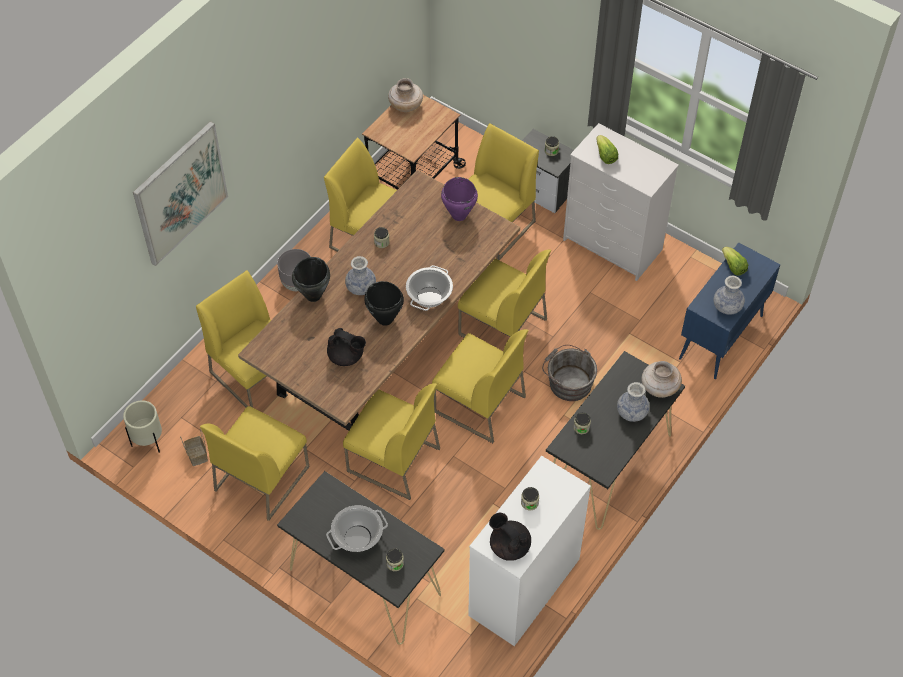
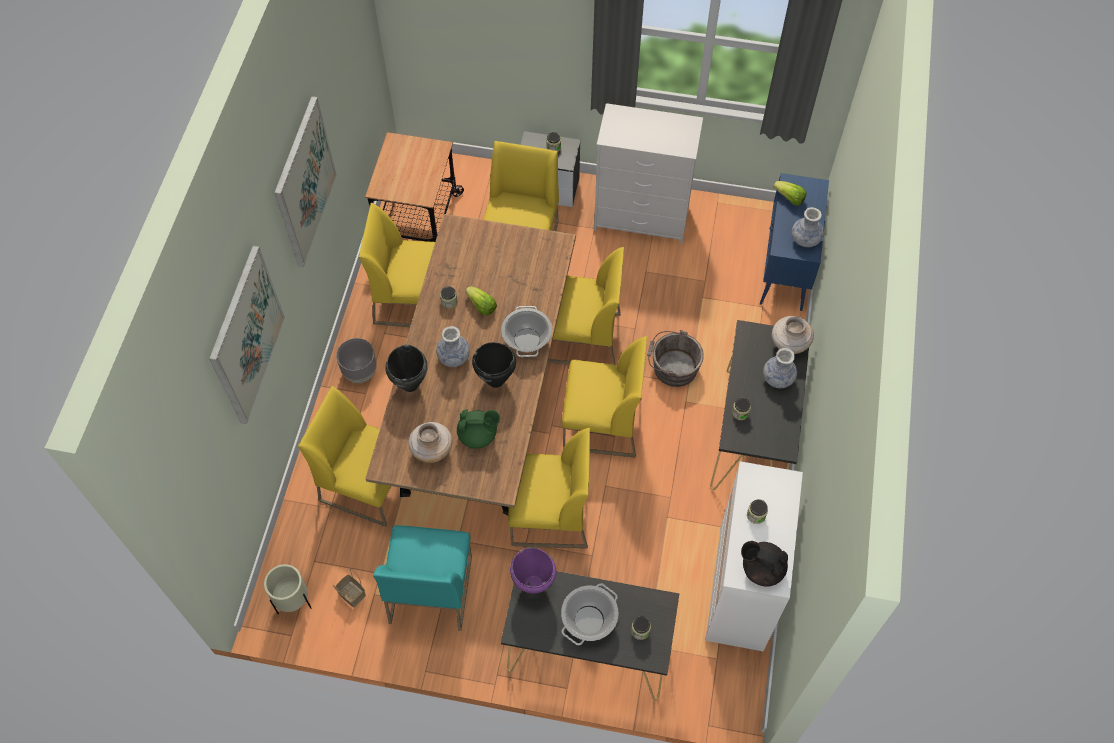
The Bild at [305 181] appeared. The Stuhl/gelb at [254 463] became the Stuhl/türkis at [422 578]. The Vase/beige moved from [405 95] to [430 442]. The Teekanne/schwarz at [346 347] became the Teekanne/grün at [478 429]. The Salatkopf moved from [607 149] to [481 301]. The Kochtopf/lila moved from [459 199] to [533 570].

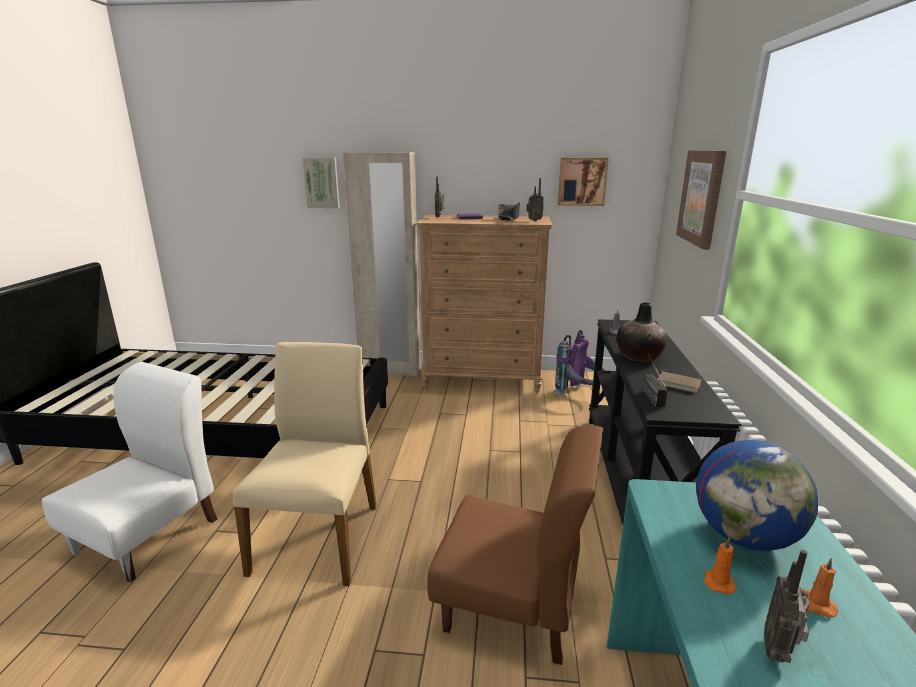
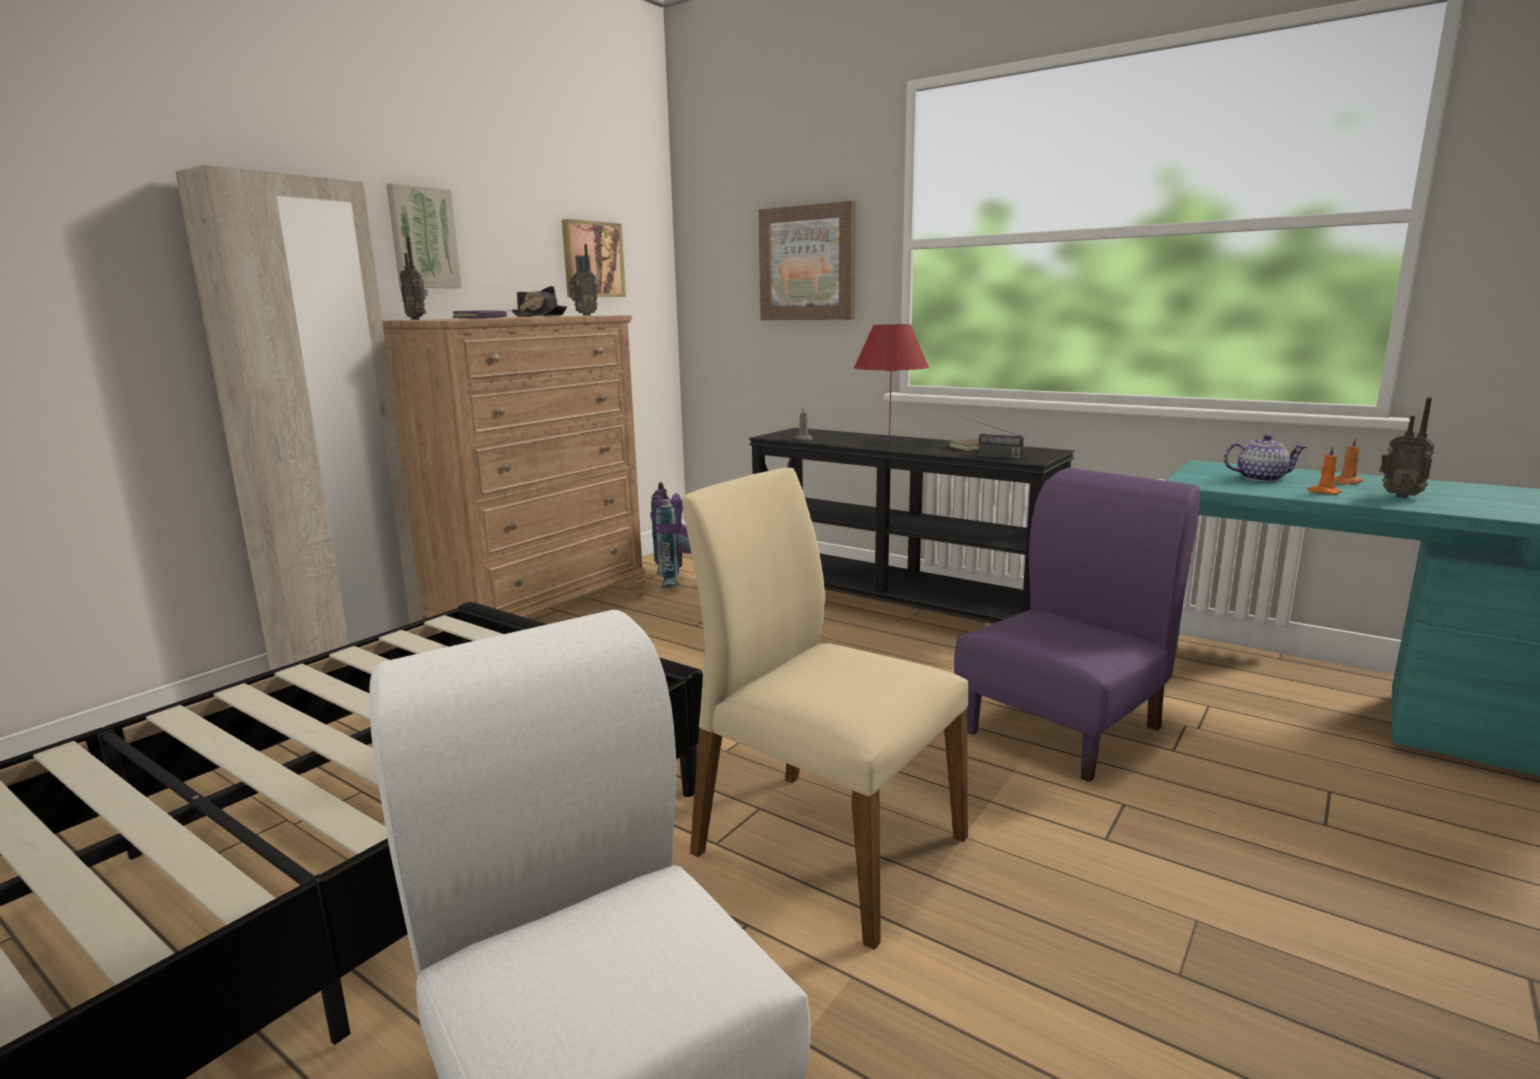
The Bild moved from [321 183] to [424 235]. The Vase at [642 332] was replaced by the Tischlampe/rot at [891 384]. The Stuhl/braun at [515 545] became the Stuhl/lila at [1077 625]. The Globus at [757 495] was replaced by the Teekanne at [1265 458].

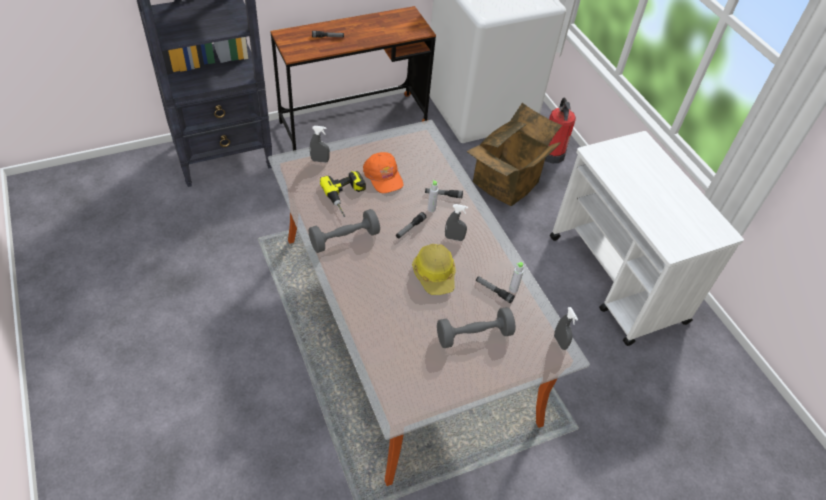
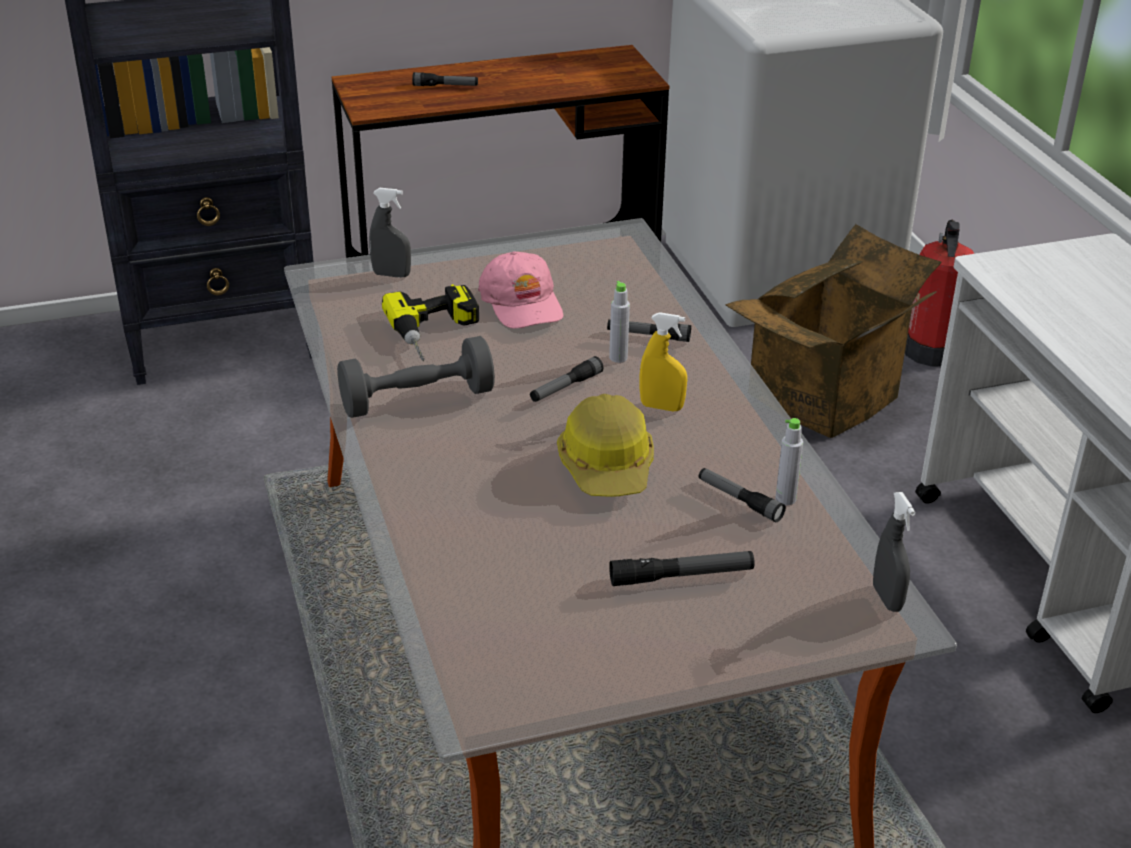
The Kappe/orange at [383 172] became the Kappe/rosa at [520 290]. The Hantel/grau at [476 327] was replaced by the Taschenlampe at [682 568]. The Sprühflasche/grau at [456 222] became the Sprühflasche/gelb at [663 361].

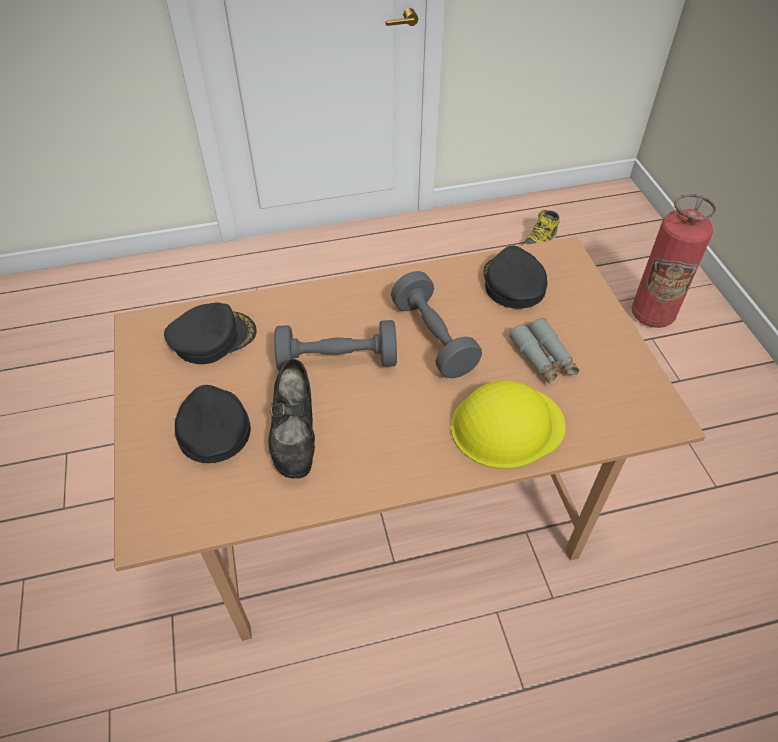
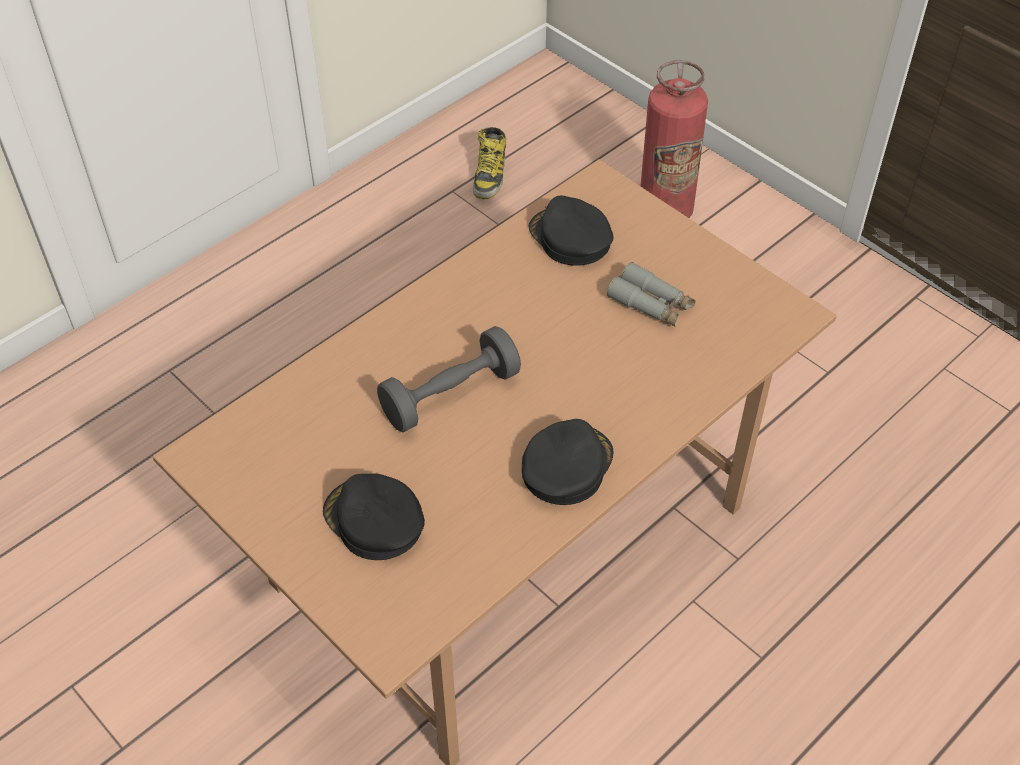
The Kappe/schwarz moved from [210 333] to [568 462]. The Schuh/schwarz at [291 419] disappeared. The Hantel/grau at [436 324] disappeared. The Schutzhelm/gelb at [508 424] disappeared.

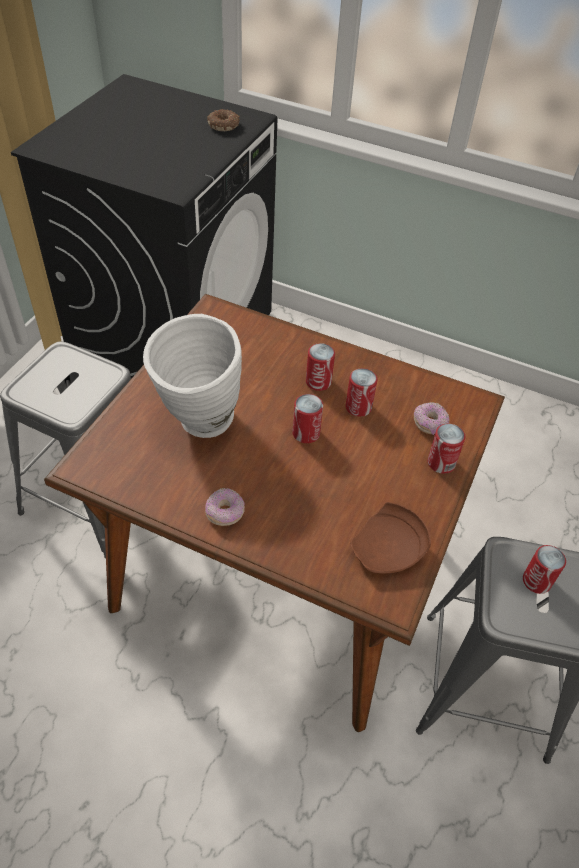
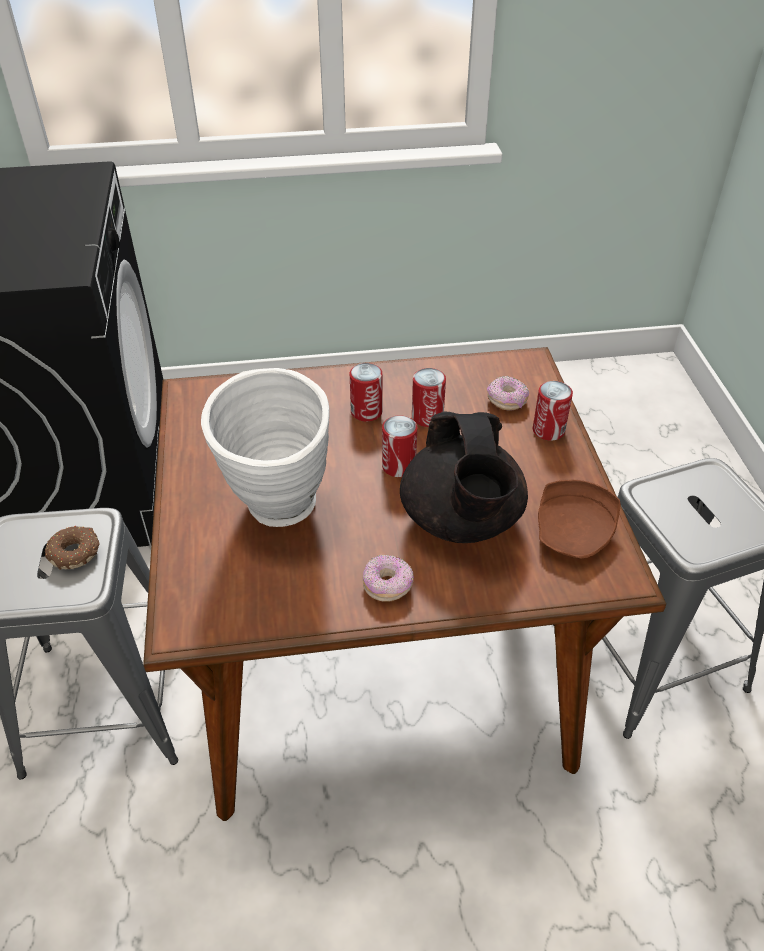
The Donut moved from [223 120] to [72 548]. The Teekanne/schwarz at [464 477] appeared. The Dose at [544 569] disappeared.

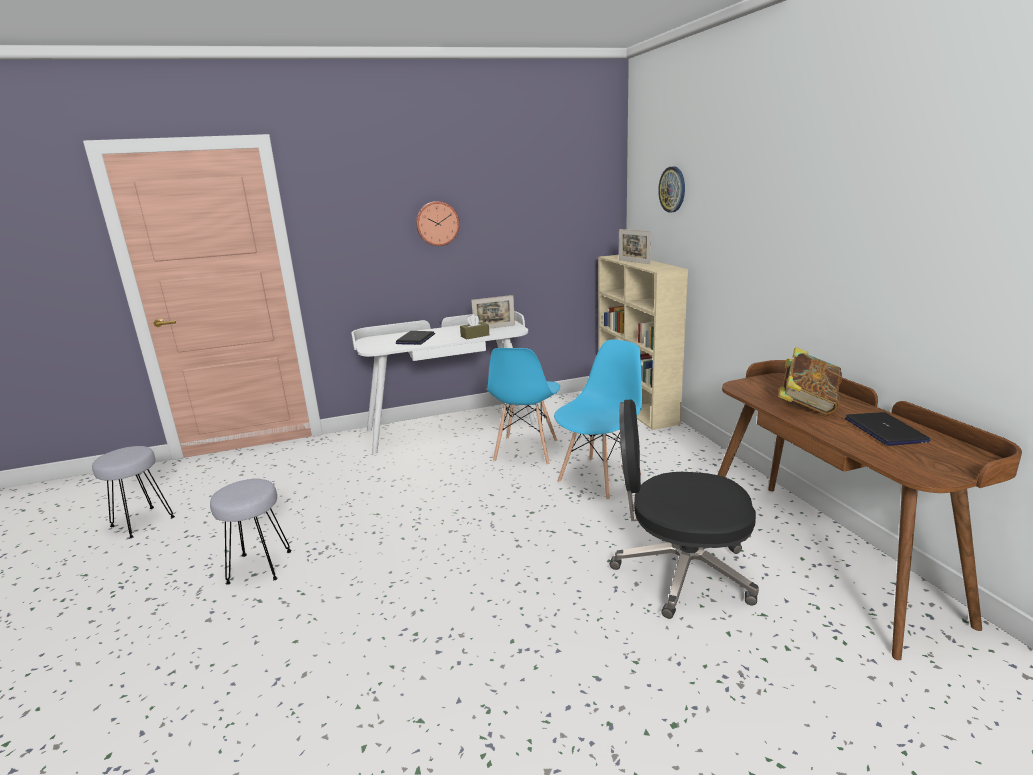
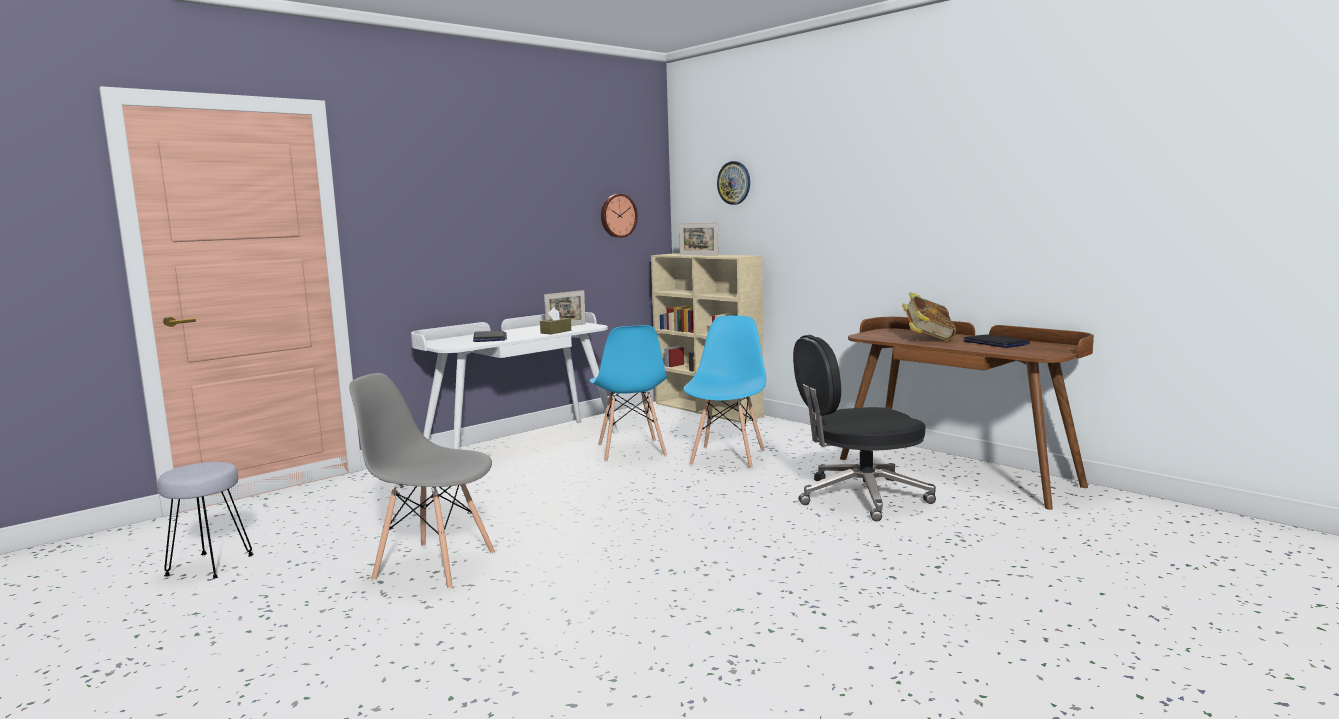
The Hocker/grau at [251 532] was replaced by the Stuhl/grau at [422 481]. The Wanduhr moved from [438 223] to [619 216].

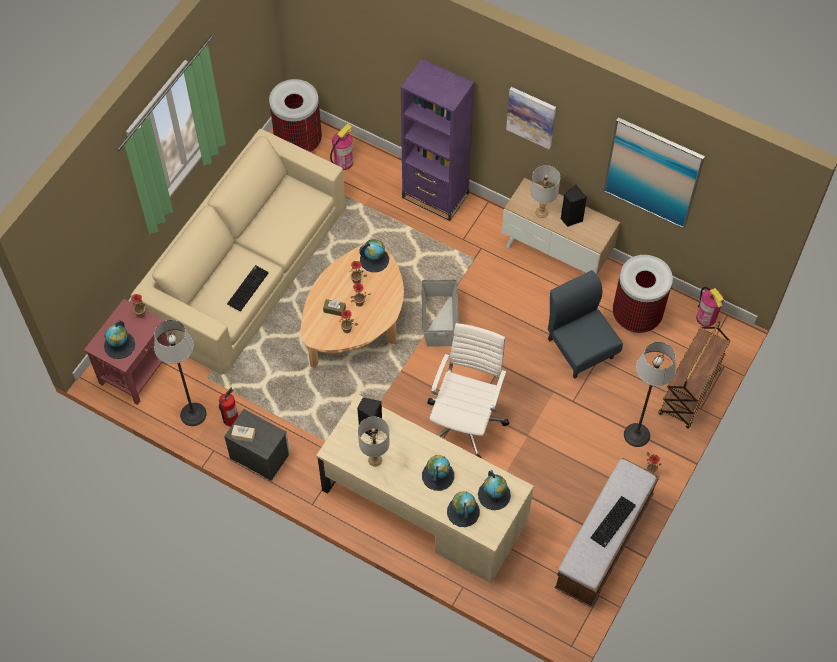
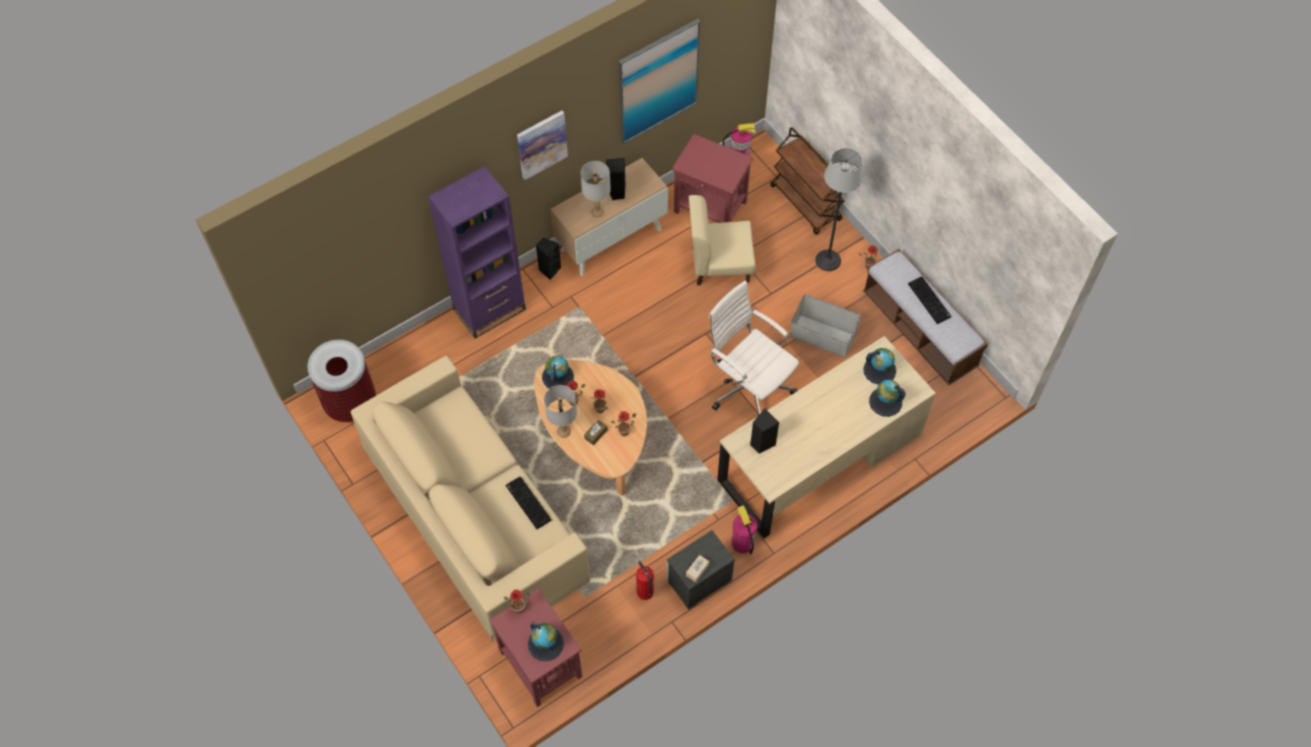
The Lautsprecher/schwarz at [548 259] appeared. The Tischlampe/grau moved from [374 441] to [560 411]. The Mülleimer at [643 294] was replaced by the Beistelltisch/rot at [712 178]. The Stuhl/blau at [585 324] became the Stuhl/beige at [722 240]. The Feuerlöscher moved from [341 147] to [745 530]. The Aufbewahrungsbox/grau moved from [440 313] to [825 325]. The Stehlampe at [180 373] disappeared. The Globus at [438 473] disappeared.

